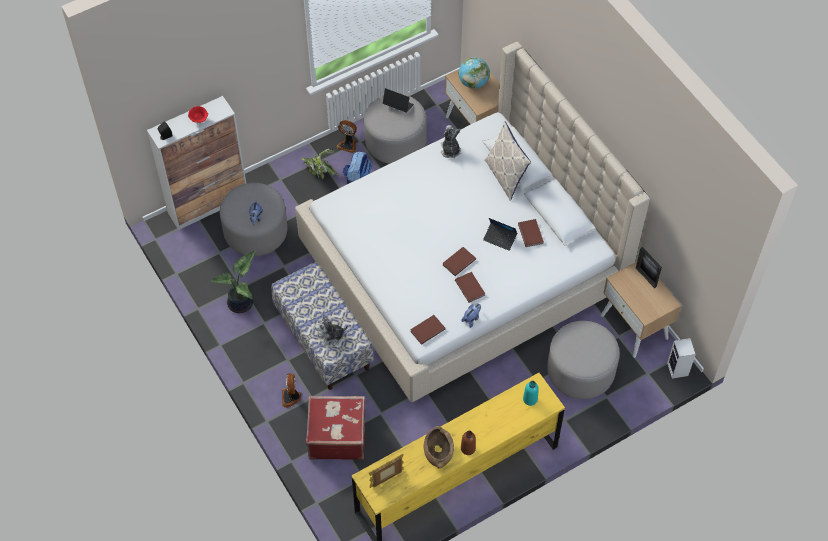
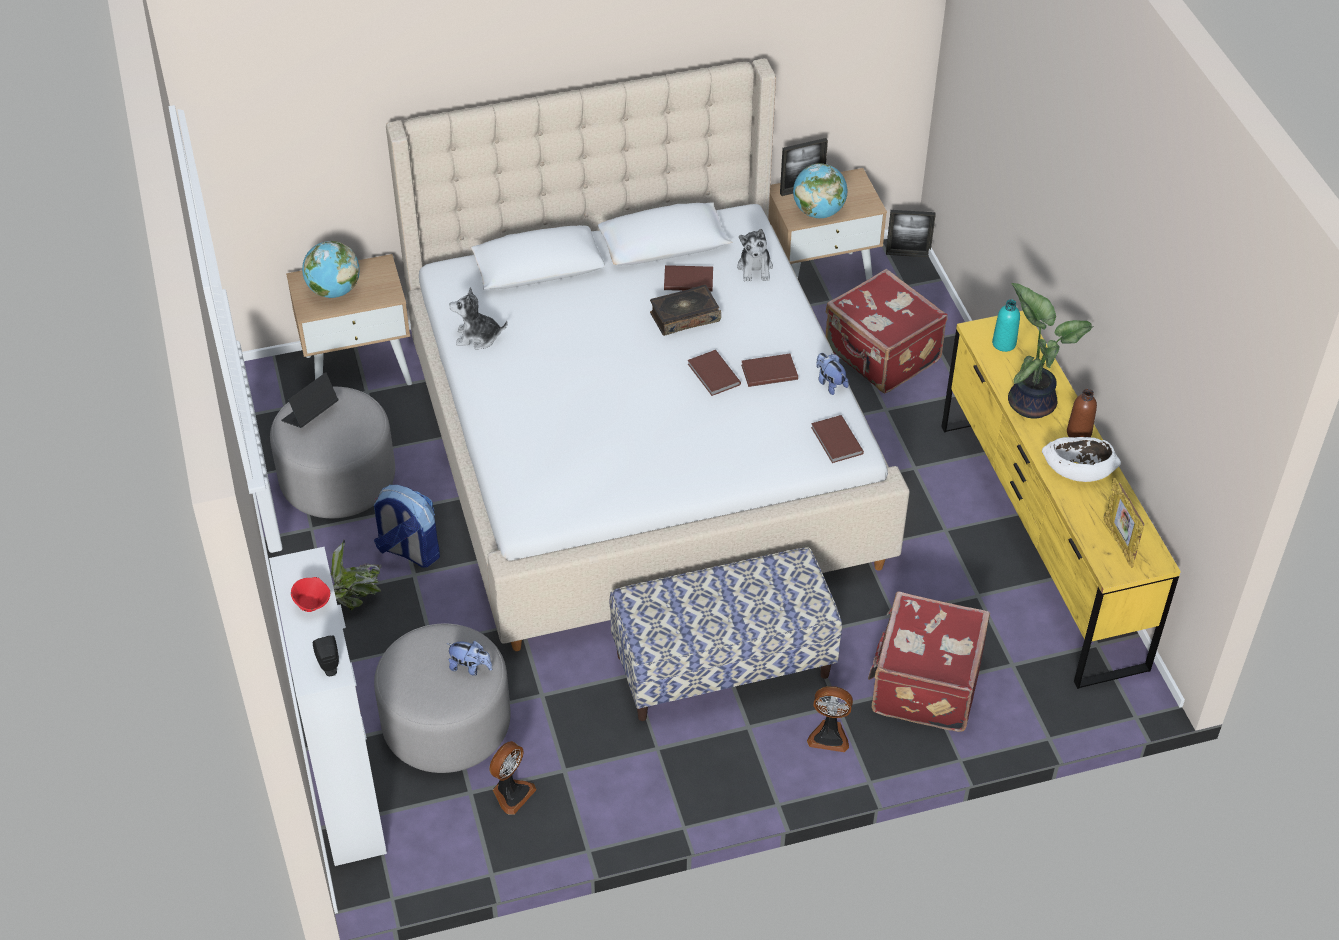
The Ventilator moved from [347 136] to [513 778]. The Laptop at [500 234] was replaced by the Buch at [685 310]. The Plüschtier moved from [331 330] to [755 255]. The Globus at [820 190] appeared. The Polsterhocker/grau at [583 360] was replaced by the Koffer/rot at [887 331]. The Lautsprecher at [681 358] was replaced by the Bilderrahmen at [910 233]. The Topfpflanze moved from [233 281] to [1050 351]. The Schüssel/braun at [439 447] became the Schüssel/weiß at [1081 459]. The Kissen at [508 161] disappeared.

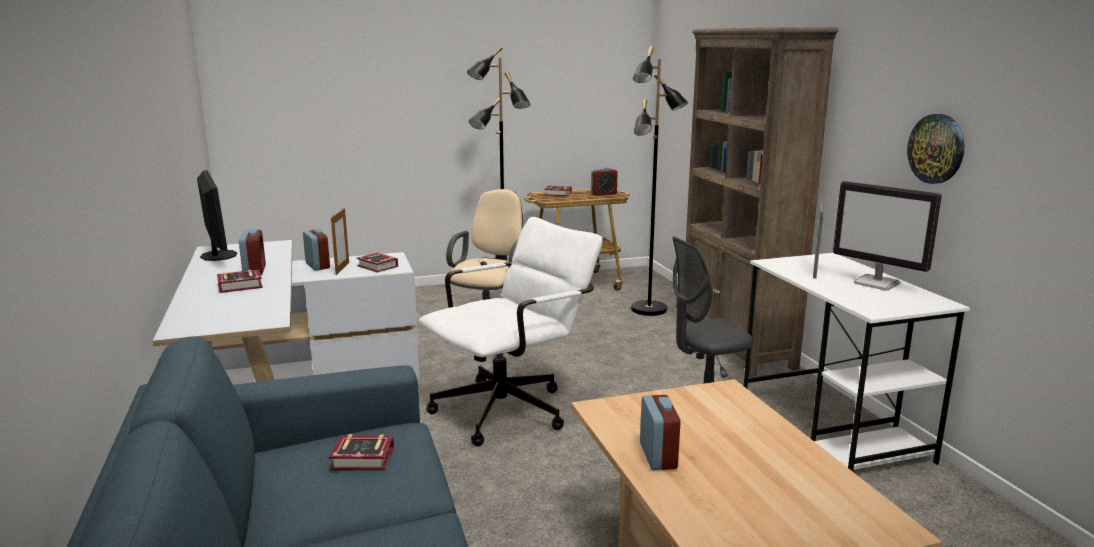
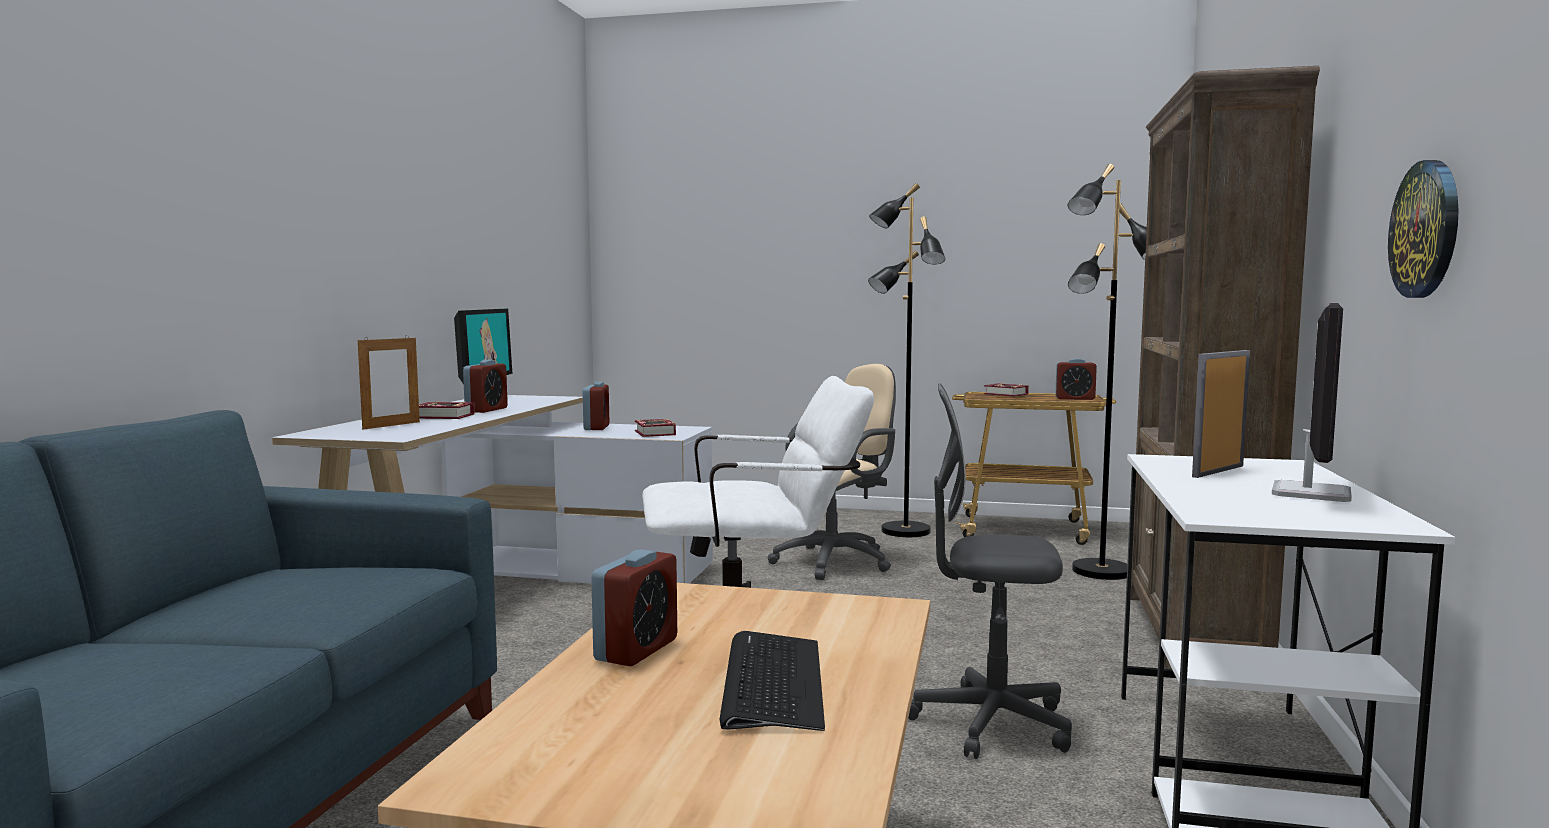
The Bilderrahmen moved from [340 241] to [389 382]. The Tastatur at [772 681] appeared. The Monitor at [887 235] turned 135 degrees counterclockwise. The Buch at [361 452] disappeared.

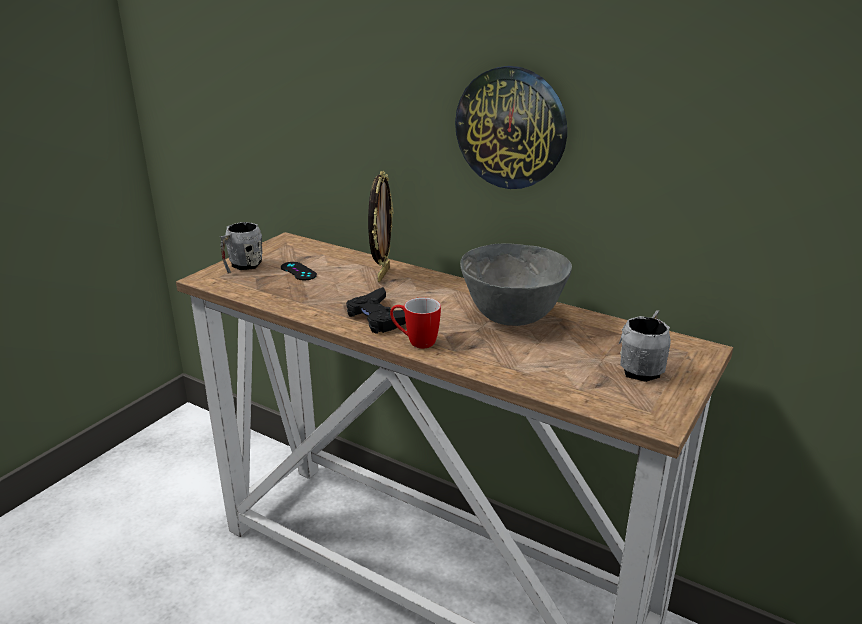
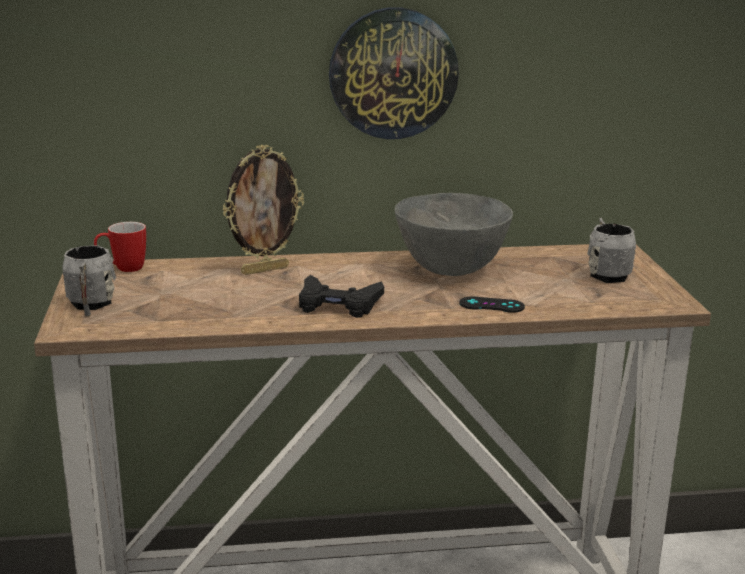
The Henkelbecher moved from [415 323] to [120 247]. The Bilderrahmen at [380 226] turned 90 degrees clockwise. The Gamepad/schwarz moved from [299 271] to [492 304].

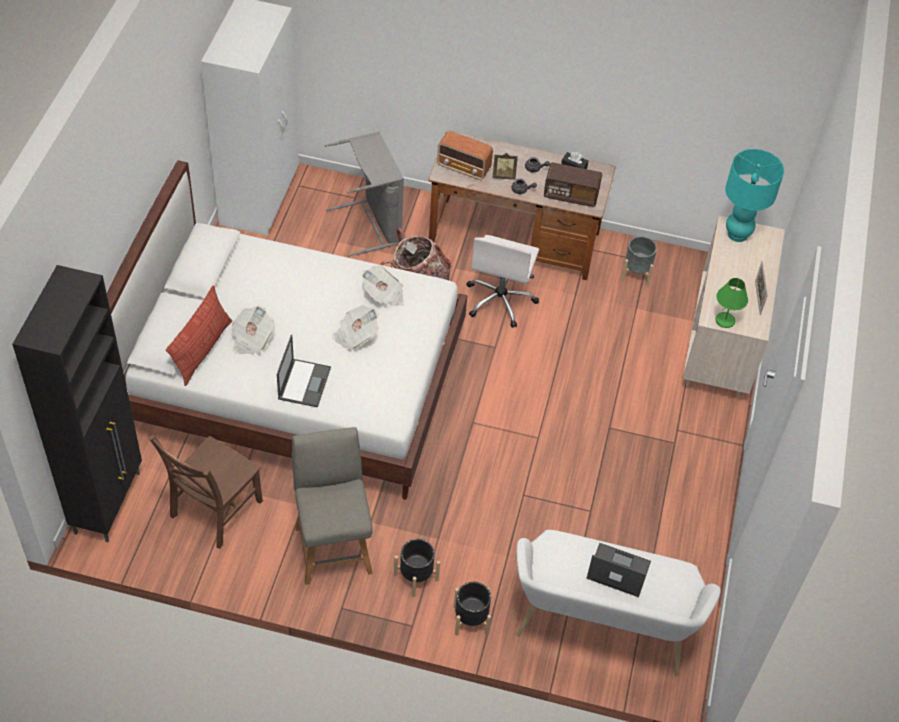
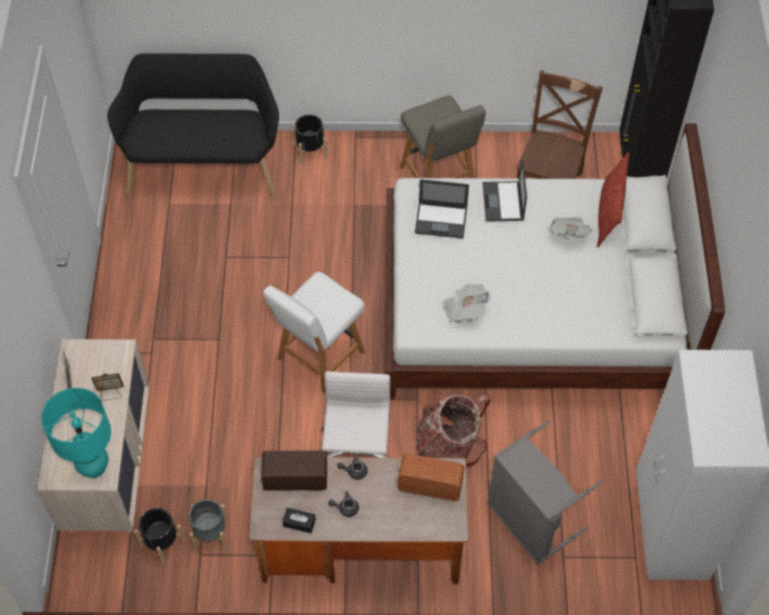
The Bilderrahmen moved from [505 166] to [108 387]. The Bank/weiß at [618 603] became the Bank/schwarz at [193 125]. The Pflanzkübel/schwarz moved from [417 568] to [159 535]. The Stuhl/weiß at [314 332] appeared. The Laptop moved from [619 570] to [442 209]. The Zeitung at [355 328] disappeared. The Tischlampe/grün at [731 303] disappeared.

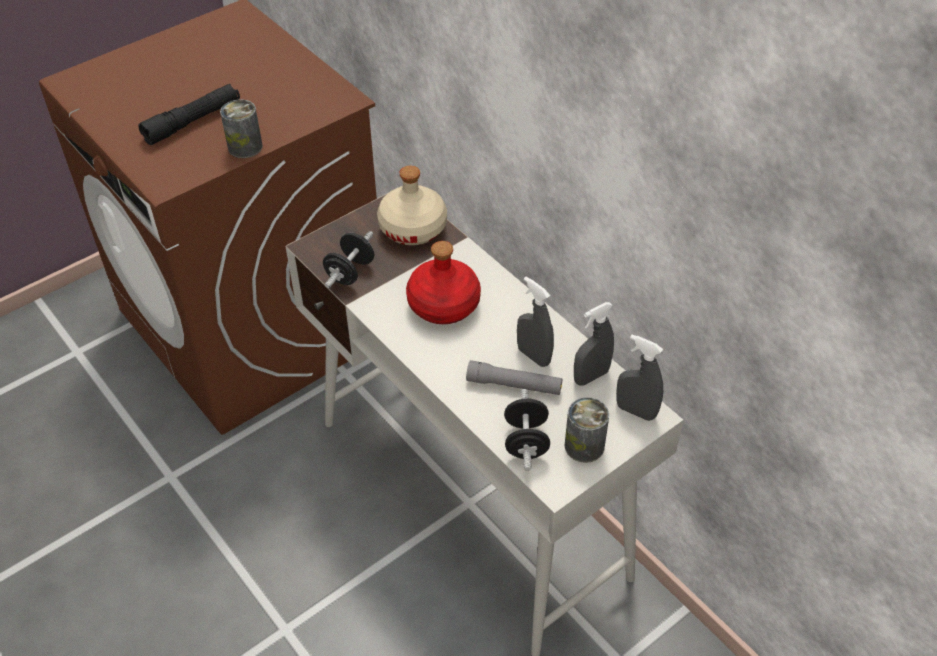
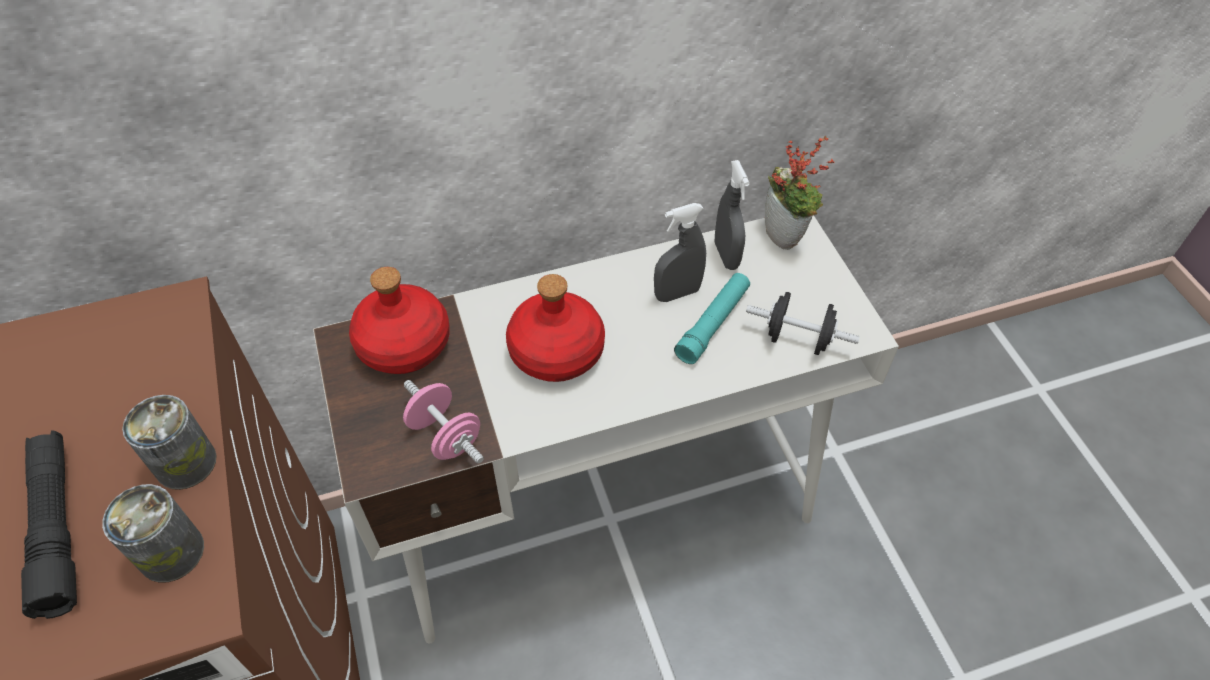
The Dose moved from [587 430] to [153 533]. The Flasche/beige at [412 205] became the Flasche/rot at [399 320]. The Hantel/schwarz at [348 259] became the Hantel/rosa at [443 422]. The Taschenlampe/grau at [514 377] became the Taschenlampe/türkis at [712 318]. The Sprühflasche/grau at [639 378] was replaced by the Topfpflanze at [800 193].

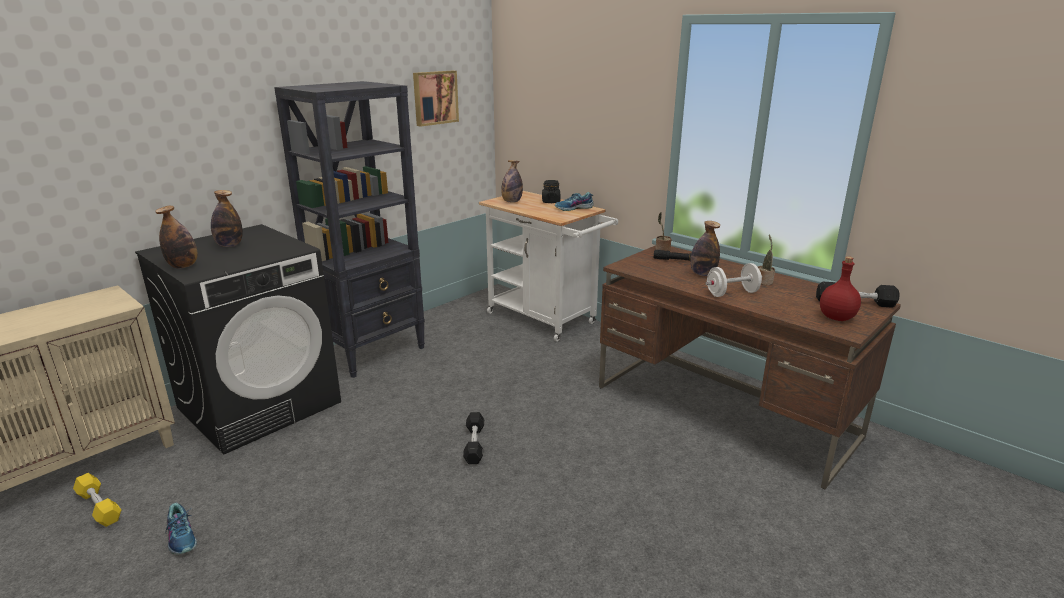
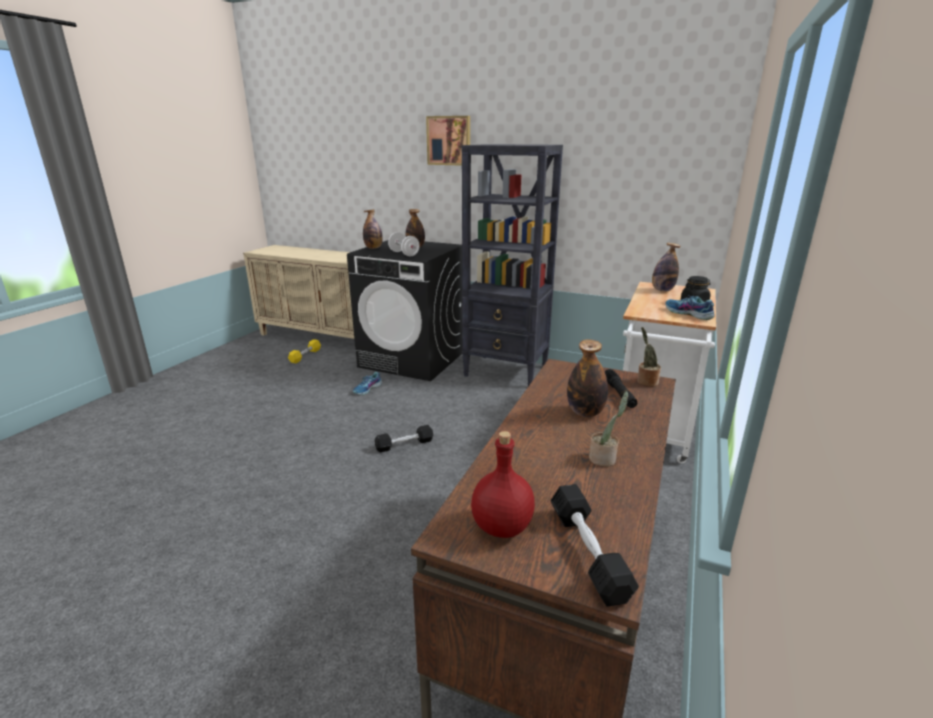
The Schuh moved from [181 529] to [367 383]. The Hantel/weiß moved from [734 280] to [404 244]. The Bild moved from [436 98] to [448 141].

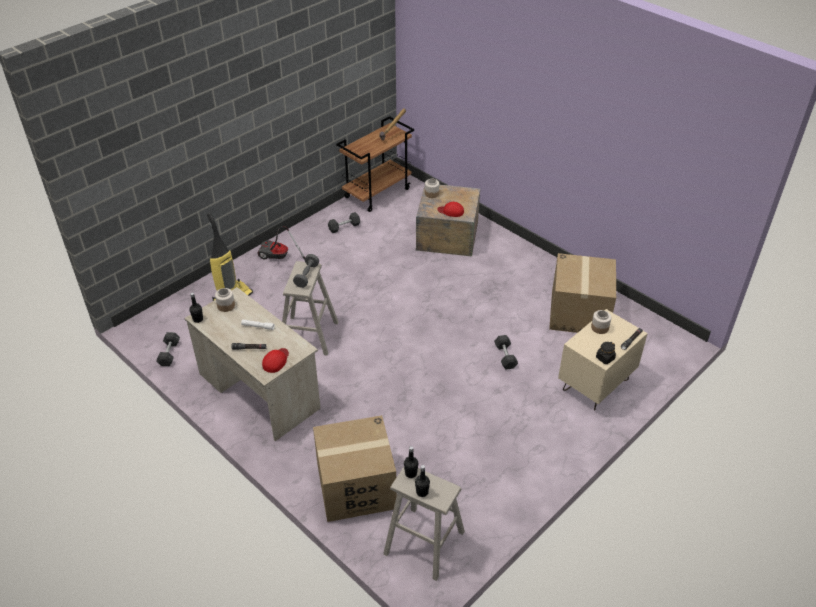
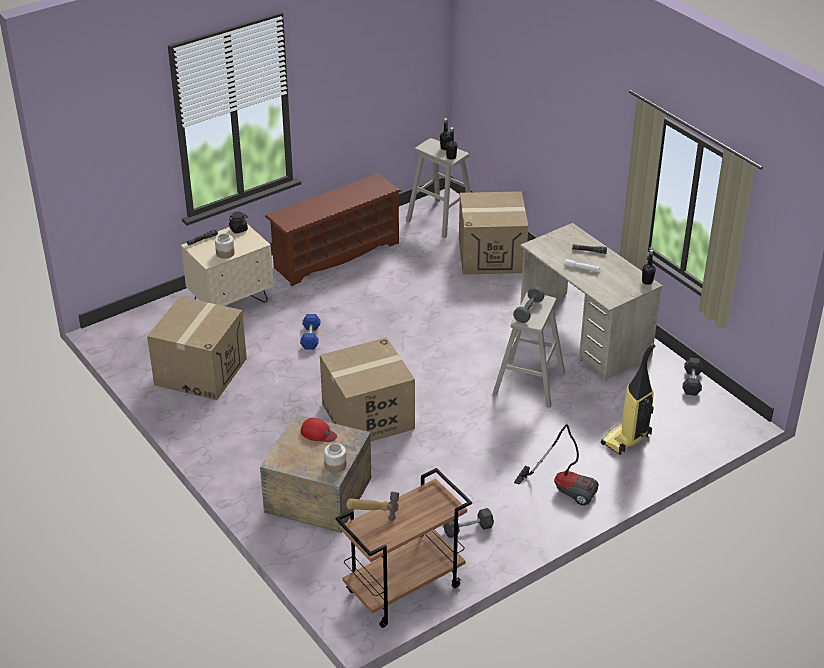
The Schuhregal/braun at [333 229] appeared. The Hantel/grau at [506 352] became the Hantel/blau at [310 332]. The Karton at [367 389] appeared. The Vorratsglas at [225 300] disappeared. The Kappe/rot at [275 360] disappeared.

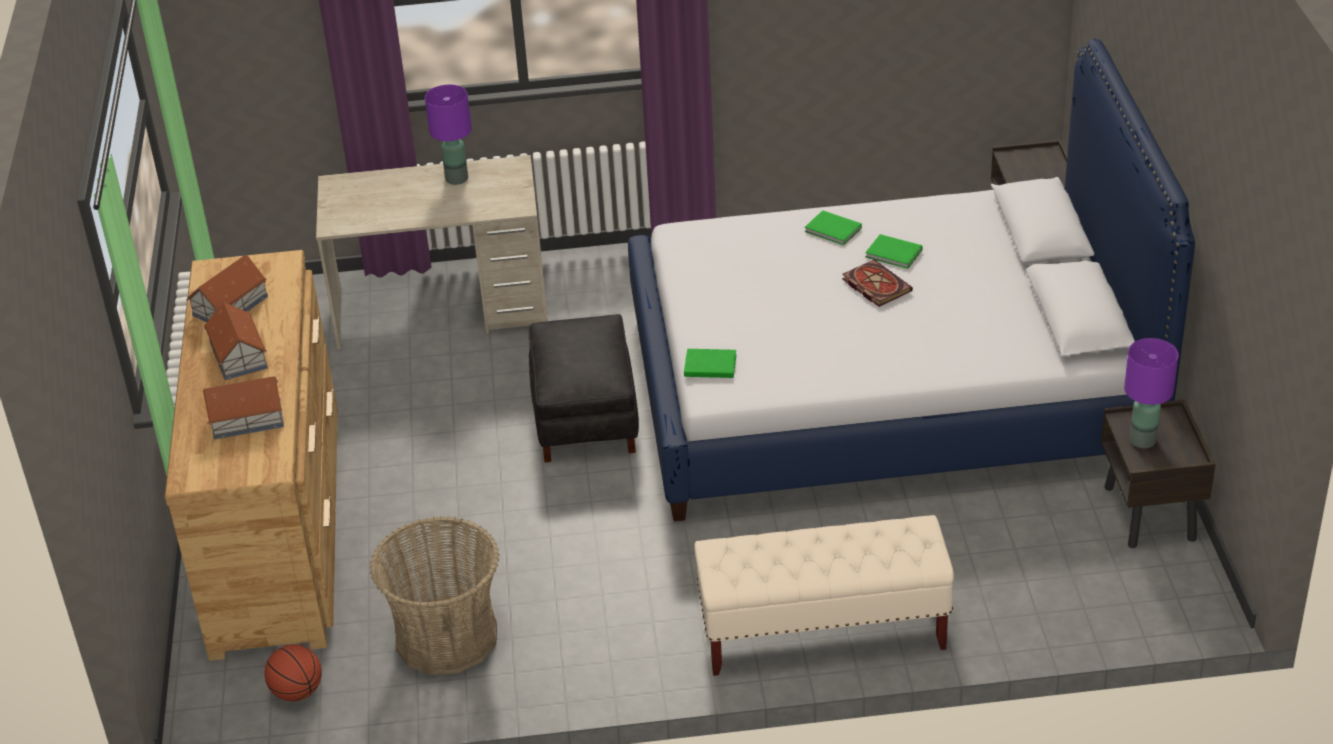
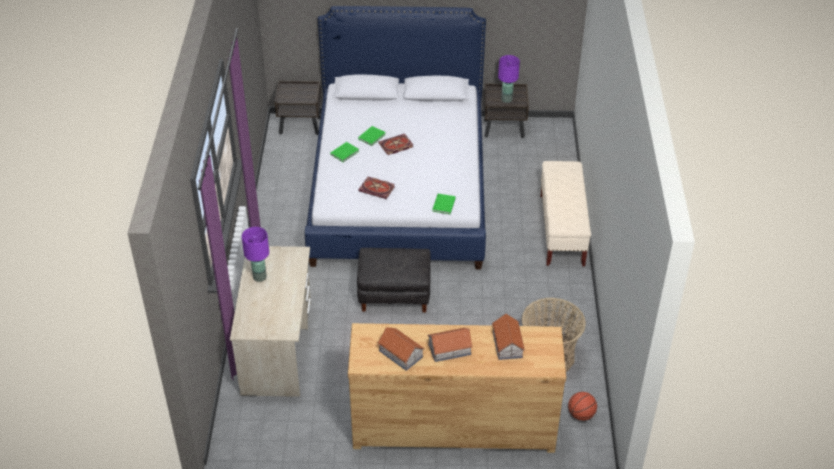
The Buch at [377 188] appeared.

